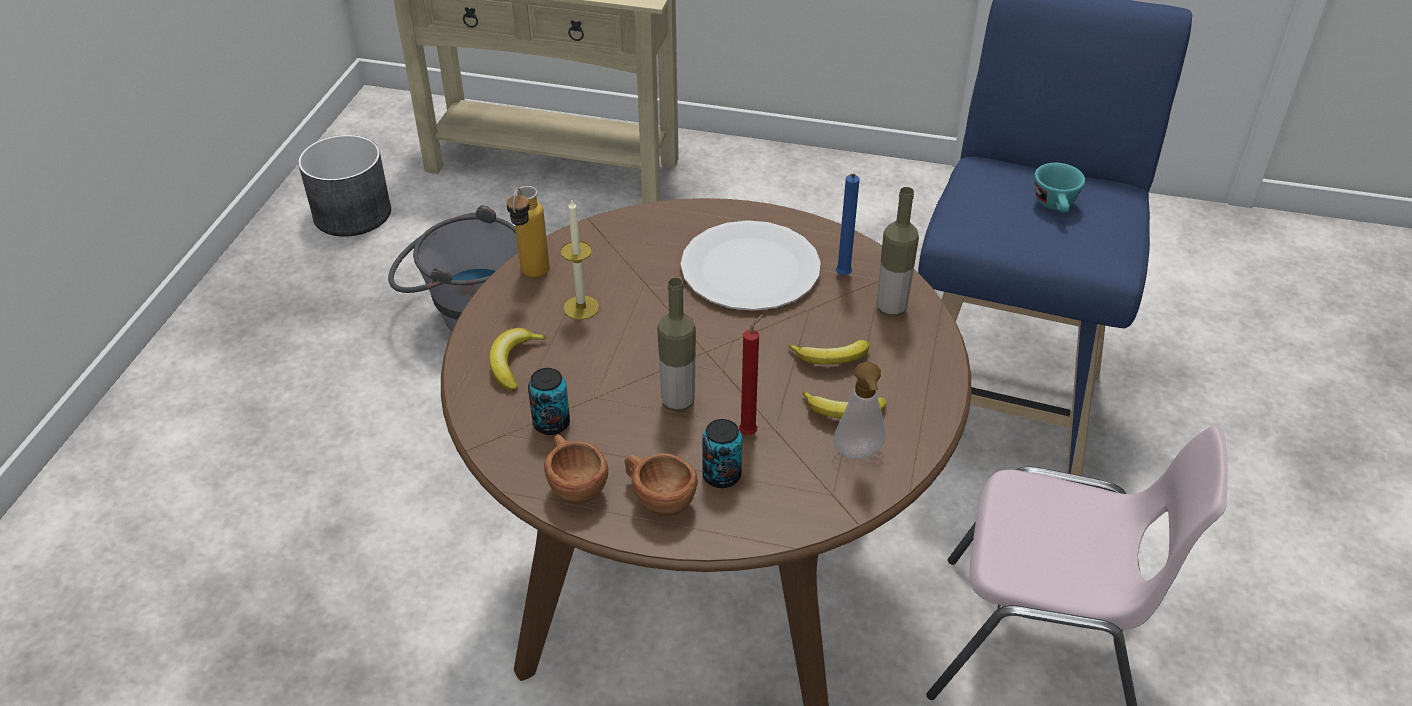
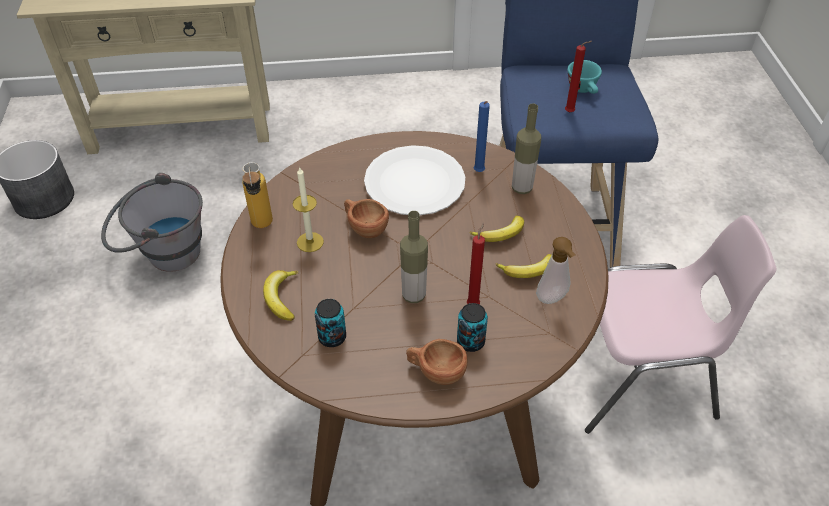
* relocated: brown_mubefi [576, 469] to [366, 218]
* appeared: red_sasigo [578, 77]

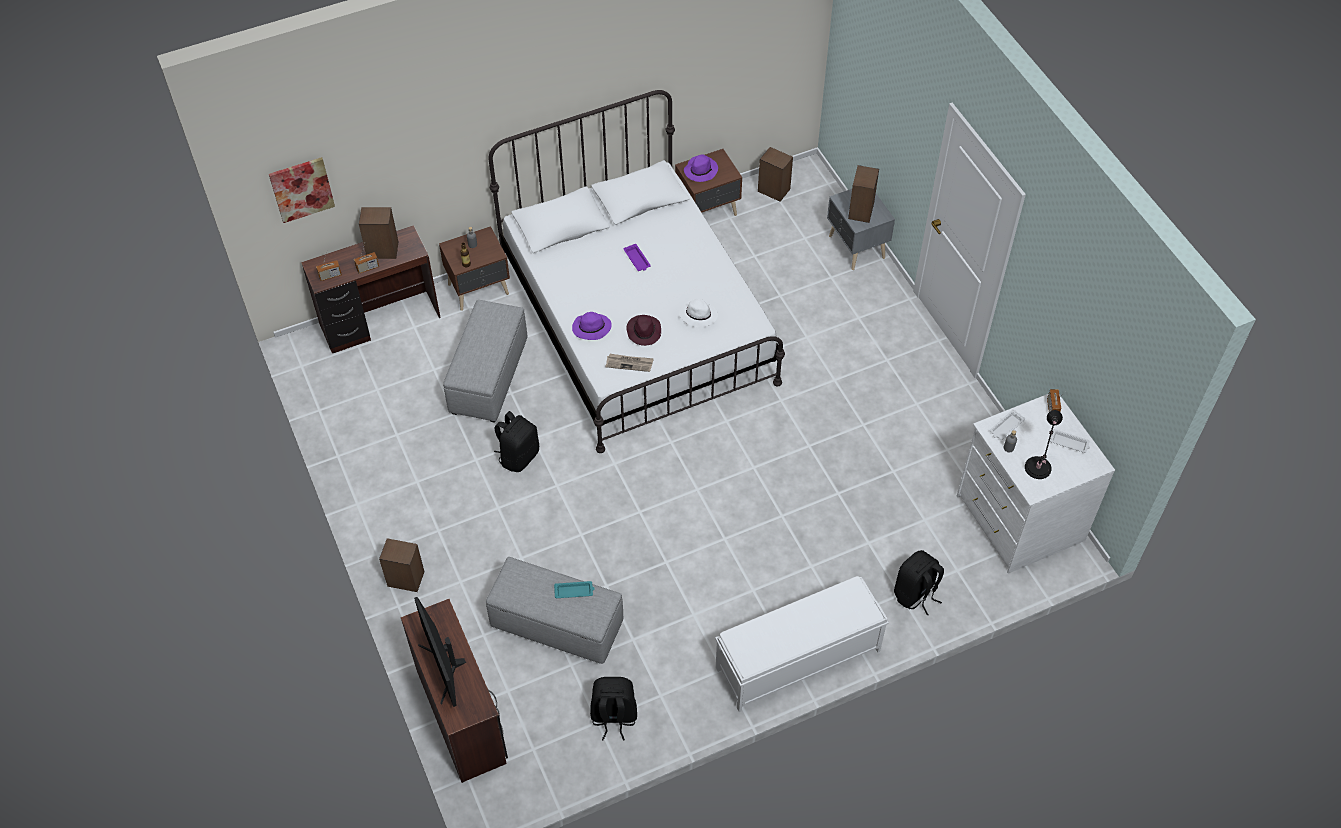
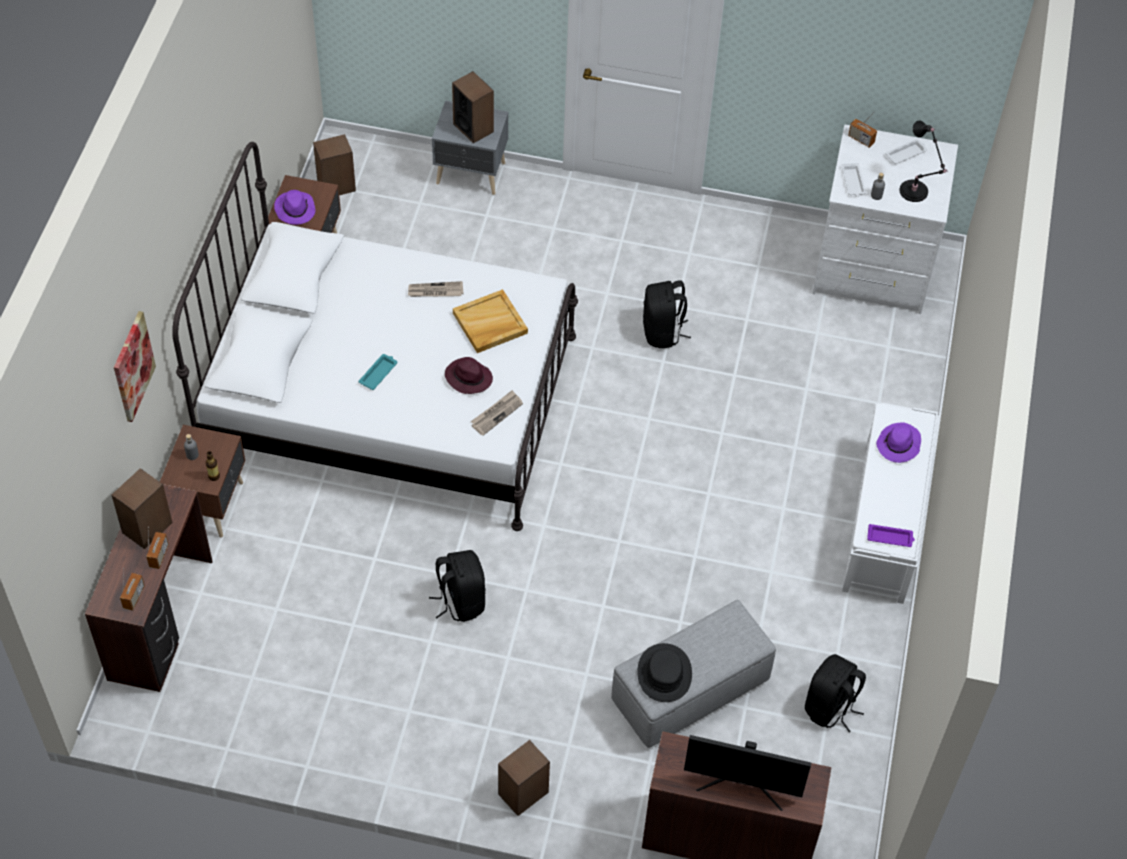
* relocated: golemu [302, 190] to [135, 366]
* relocated: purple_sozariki [637, 257] to [891, 535]
* exchanged: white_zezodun [698, 313] to beige_sozariki [490, 321]
* missing: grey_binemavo [485, 361]
* relocated: purple_zezodun [592, 326] to [898, 443]
* relocated: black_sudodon [919, 583] to [667, 314]
* relocated: turquoise_sozariki [574, 589] to [378, 372]
* appeared: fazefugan [436, 289]
* appeared: black_zezodun [664, 672]

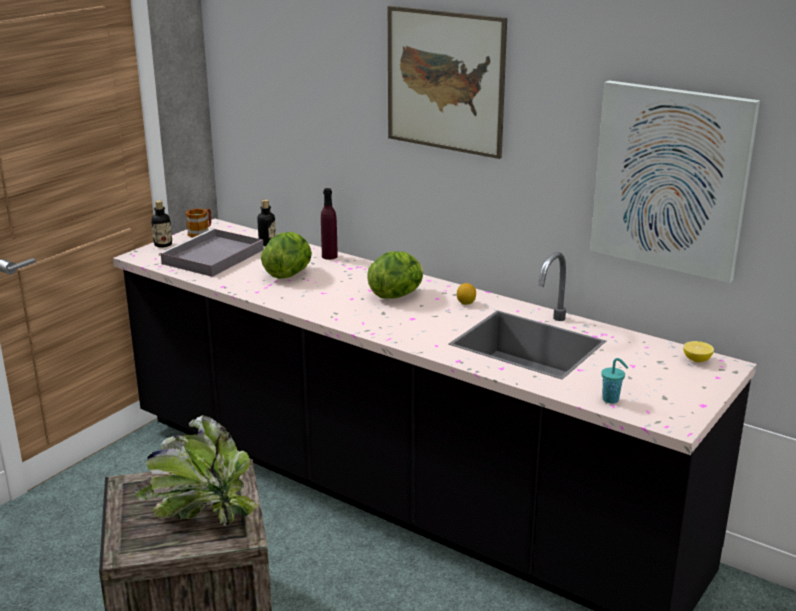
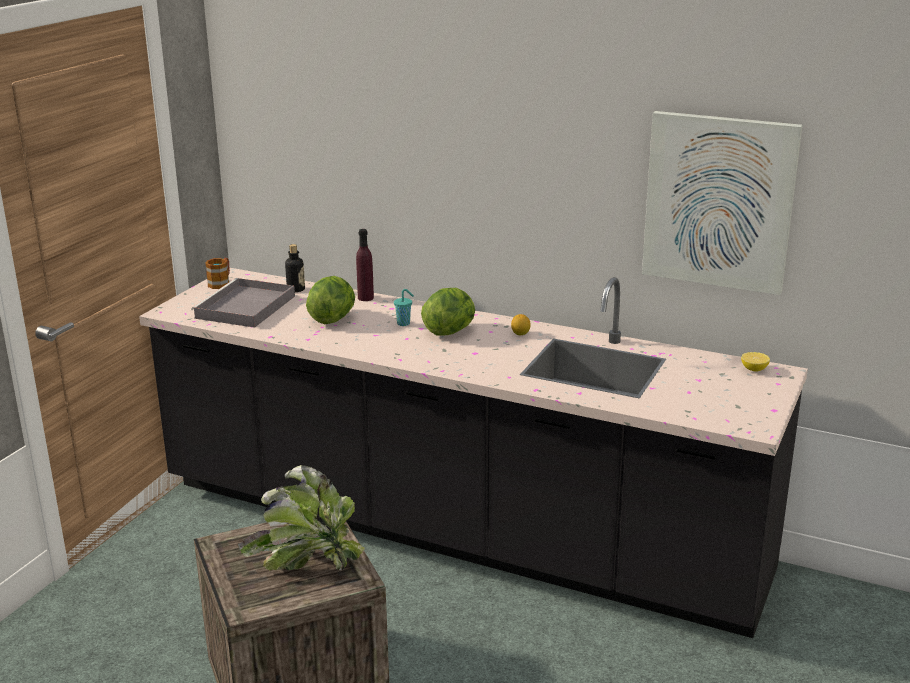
* missing: golemu [447, 82]
* missing: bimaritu [161, 224]
* relocated: turquoise_mubefi [614, 380] to [404, 307]

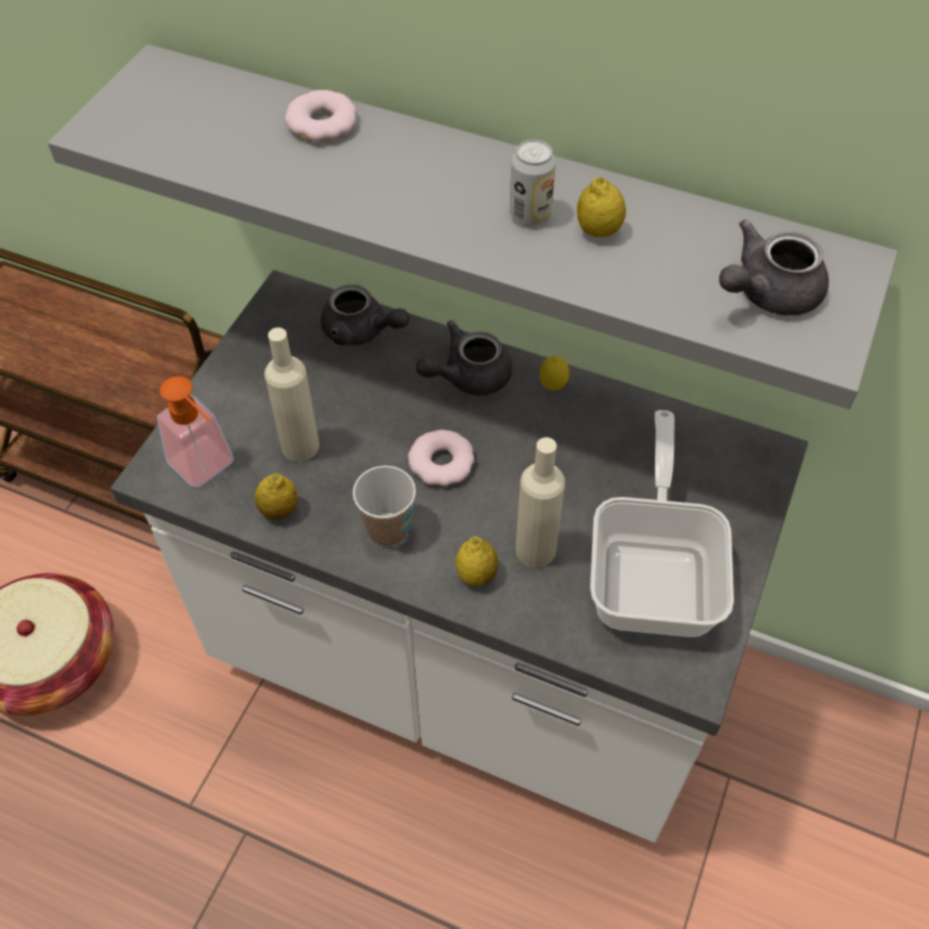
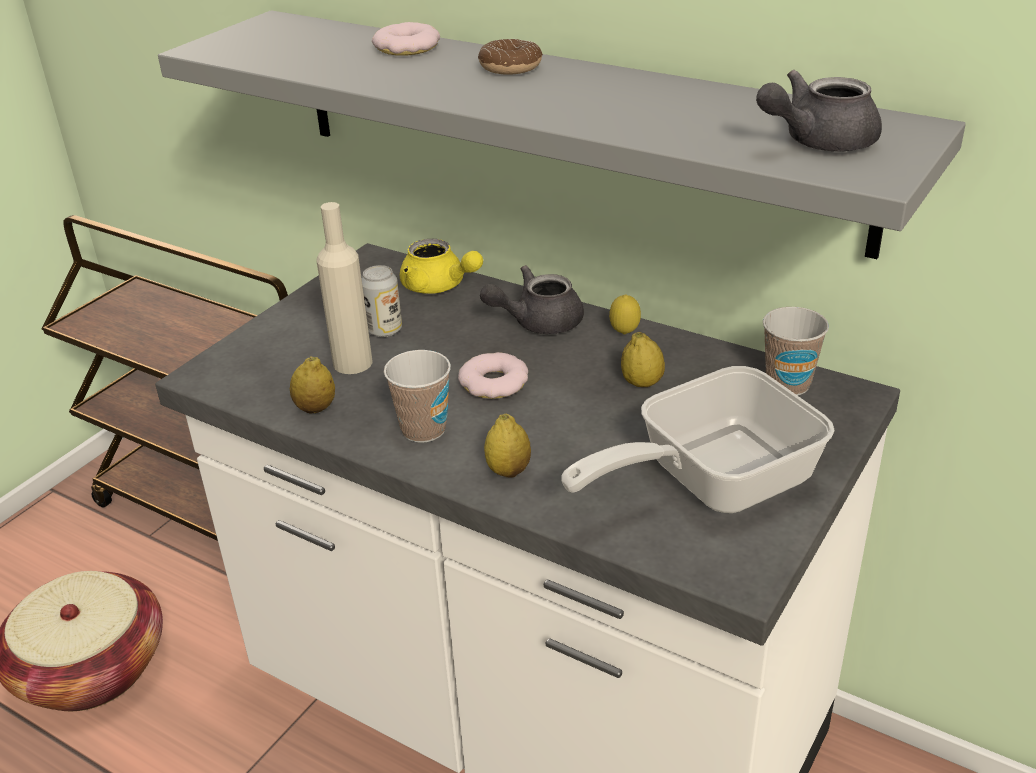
* relocated: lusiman [532, 182] to [382, 301]
* relocated: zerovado [601, 207] to [643, 359]
* colour: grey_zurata [365, 315] to yellow_zurata [441, 266]
* missing: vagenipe [195, 432]
* spun: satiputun [662, 523] = [698, 439] 135 degrees counterclockwise
* missing: beige_bimaritu [540, 502]
* appeared: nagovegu [510, 57]
* appeared: mubefi [796, 351]

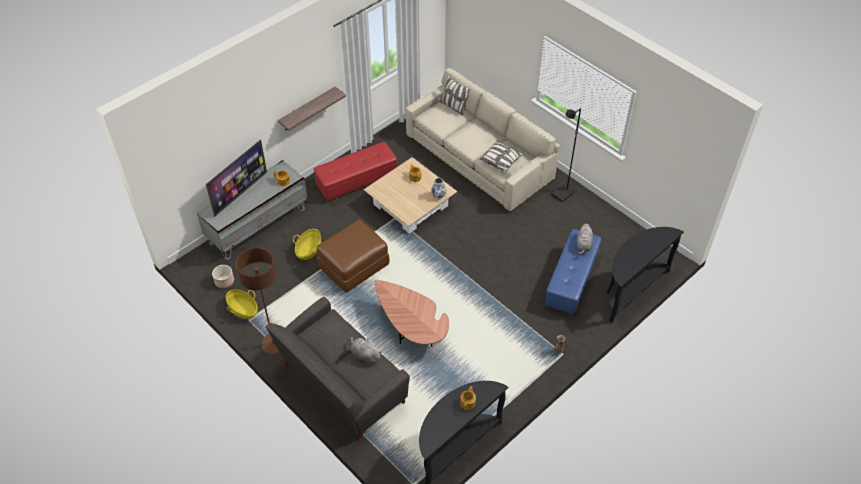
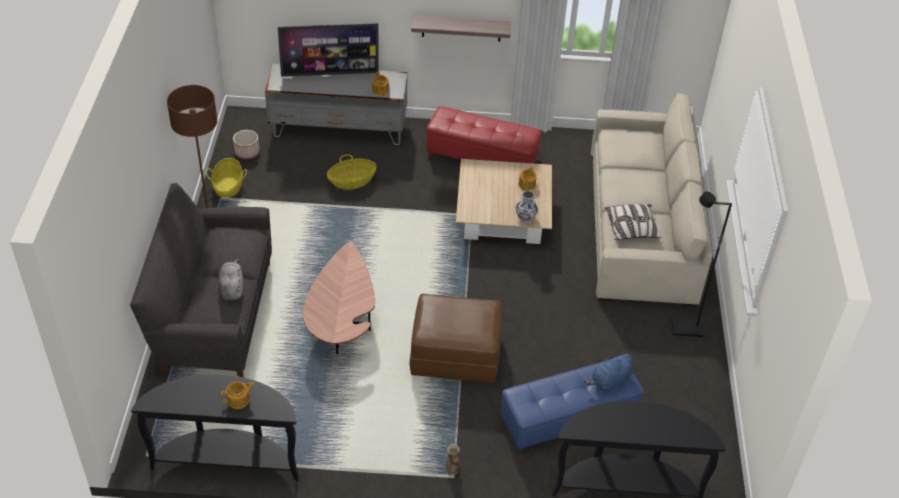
* missing: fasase [455, 95]
* relocated: brown_binemavo [353, 256] to [455, 338]
* colour: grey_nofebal [585, 239] to blue_nofebal [608, 372]

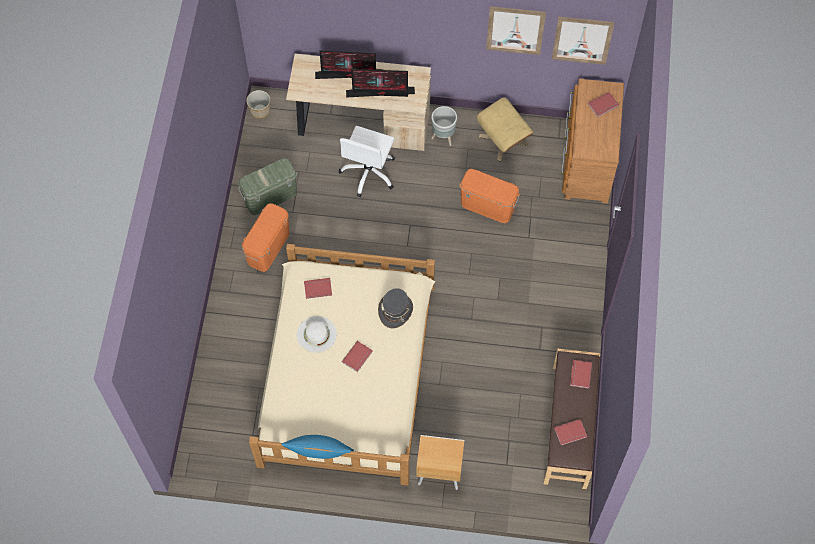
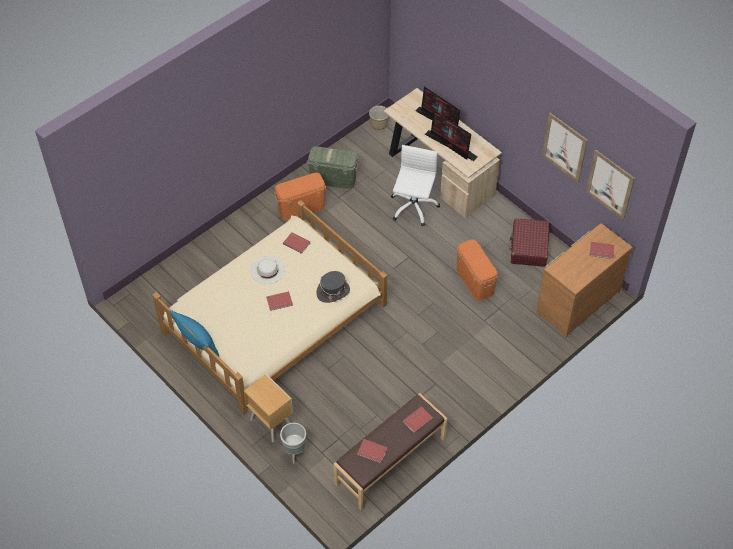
* exchanged: beige_binemavo [505, 129] to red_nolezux [529, 242]
* relocated: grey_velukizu [444, 126] to [293, 443]
* spun: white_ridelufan [367, 161] = [415, 185] 135 degrees clockwise

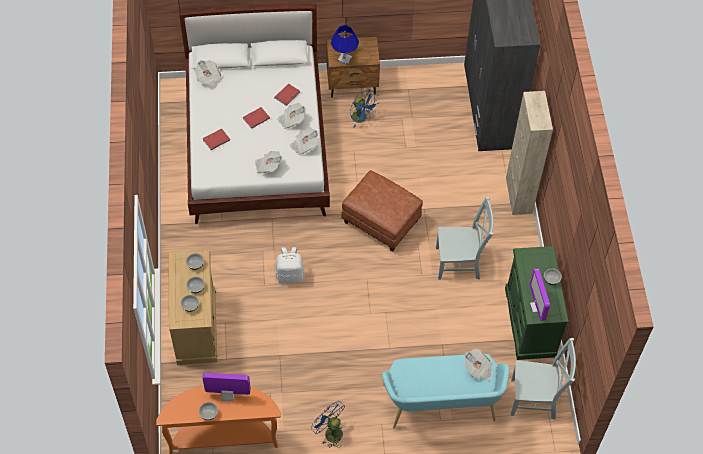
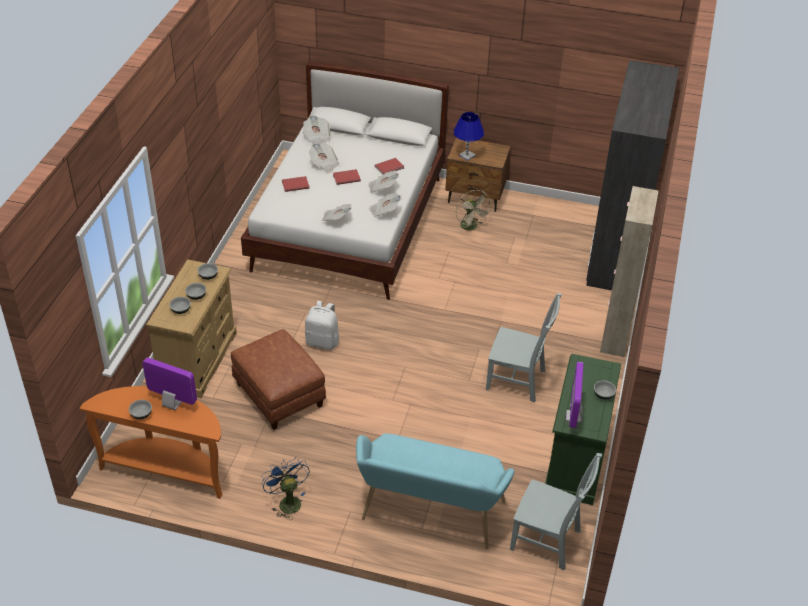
* colour: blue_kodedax [364, 108] to beige_kodedax [474, 211]
* relocated: brown_binemavo [382, 211] to [278, 379]
* relocated: fazefugan [479, 364] to [324, 158]

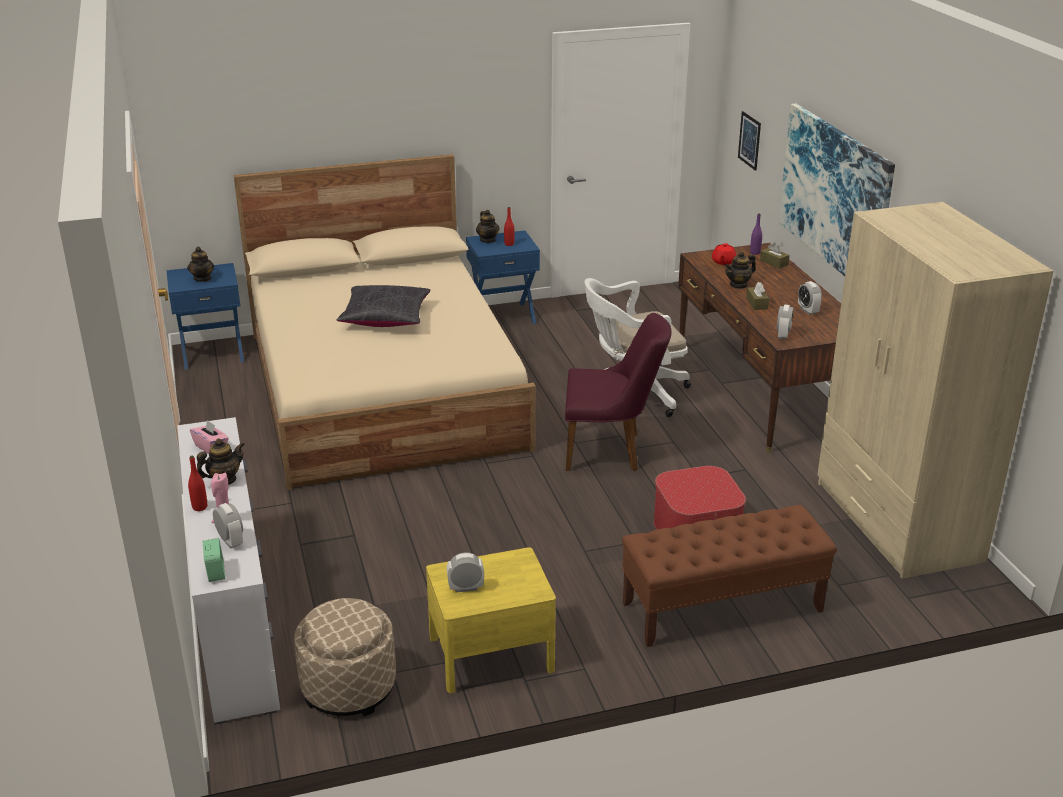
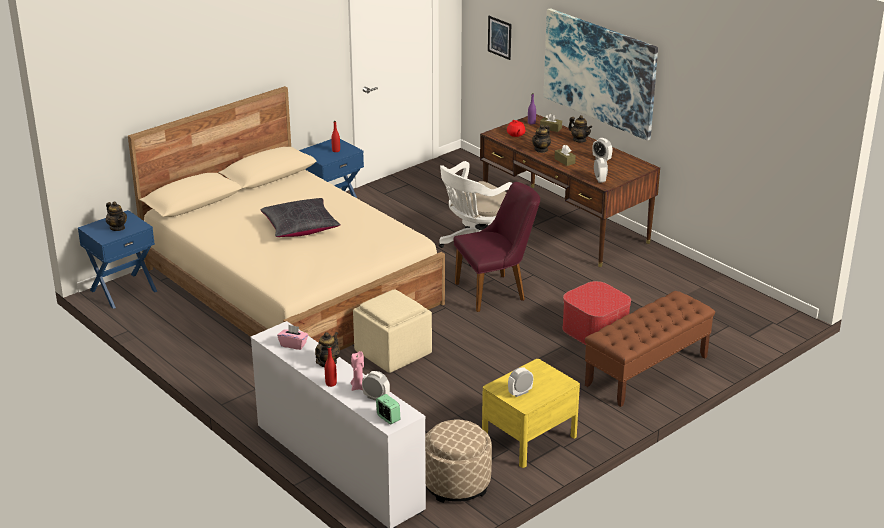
* missing: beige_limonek [935, 390]
* relocated: zurata [487, 226] to [580, 129]
* appeared: beige_binemavo [392, 331]

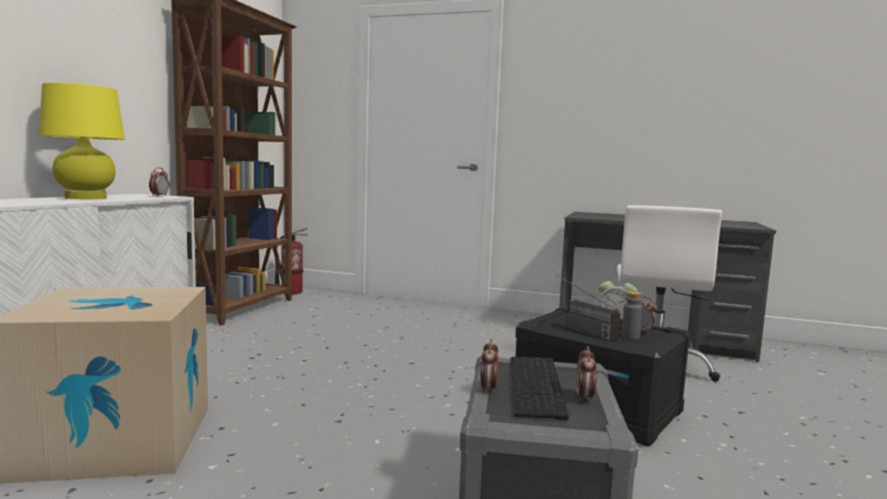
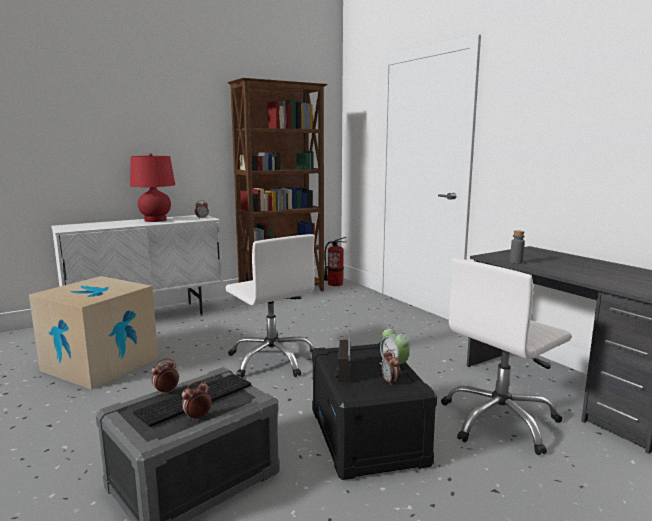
* colour: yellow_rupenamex [82, 140] to red_rupenamex [152, 187]
* relocated: grey_bimaritu [632, 315] to [517, 247]
* appeared: white_ridelufan [270, 306]

